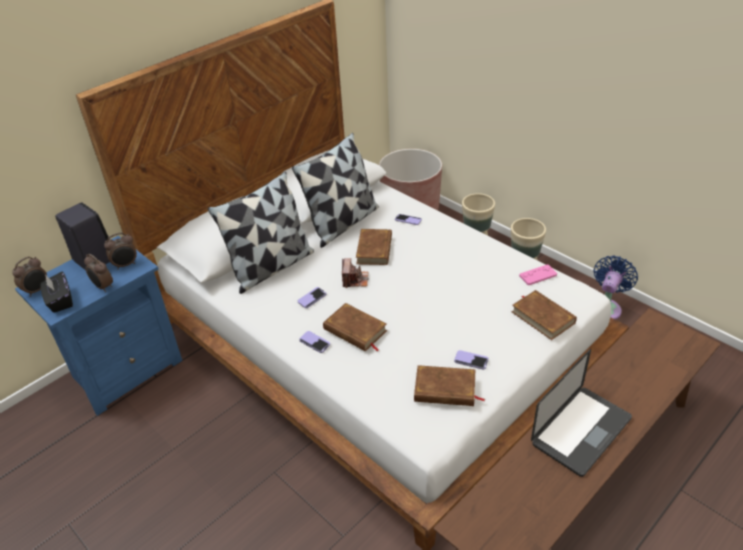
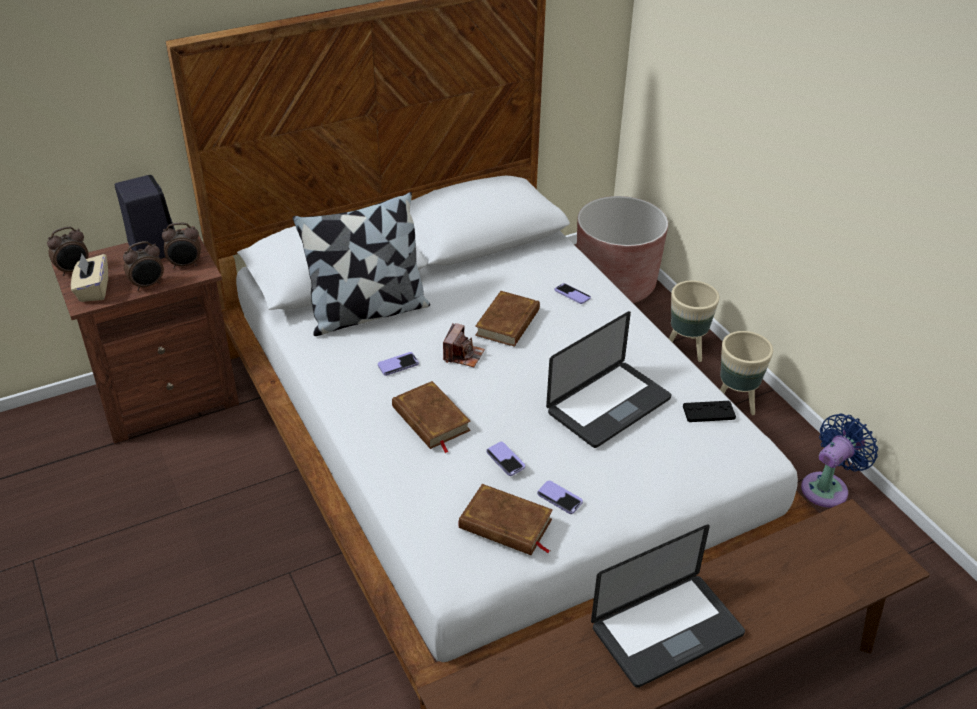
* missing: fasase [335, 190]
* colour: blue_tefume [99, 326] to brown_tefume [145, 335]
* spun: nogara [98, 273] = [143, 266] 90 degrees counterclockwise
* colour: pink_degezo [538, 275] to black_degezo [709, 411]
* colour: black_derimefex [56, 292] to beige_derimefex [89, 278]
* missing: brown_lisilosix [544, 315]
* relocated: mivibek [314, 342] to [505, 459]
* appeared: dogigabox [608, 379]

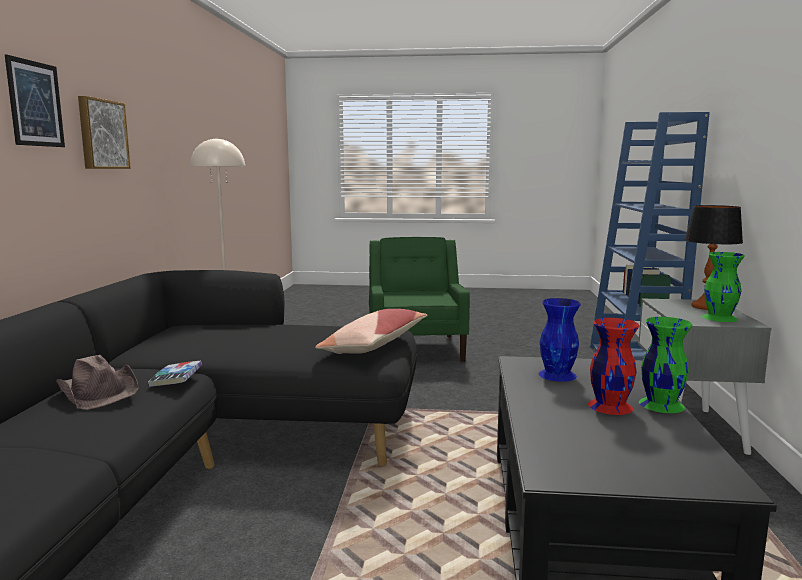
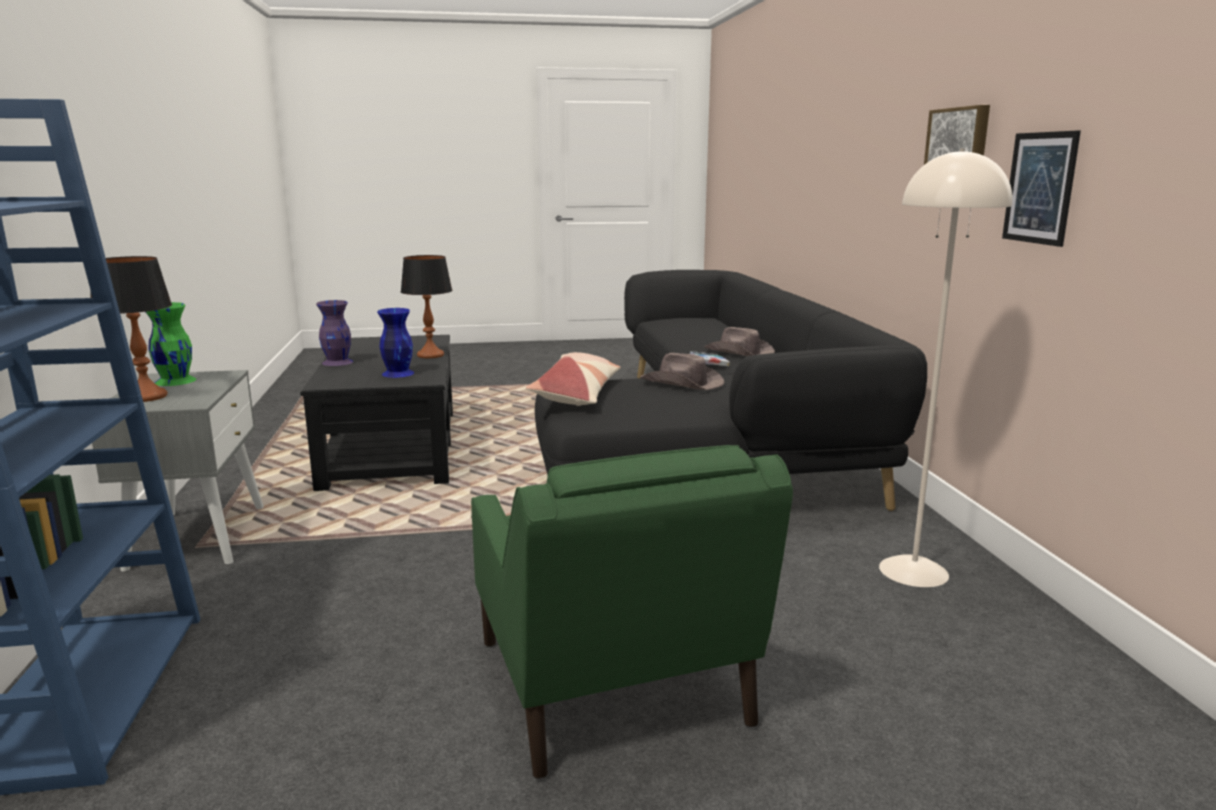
* relocated: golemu [35, 100] to [1041, 188]
* colour: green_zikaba [666, 365] to purple_zikaba [334, 333]
* missing: red_zikaba [613, 366]
* appeared: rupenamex [426, 306]
* appeared: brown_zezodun [682, 371]

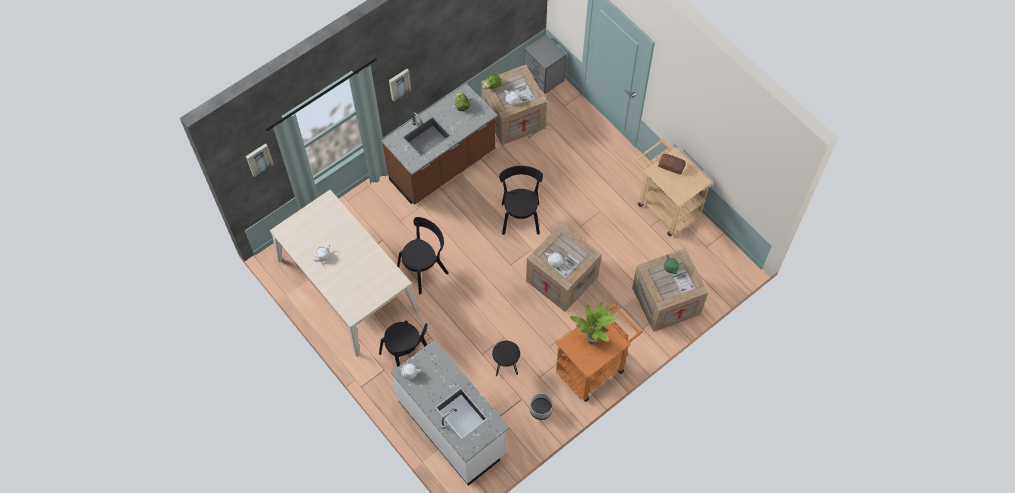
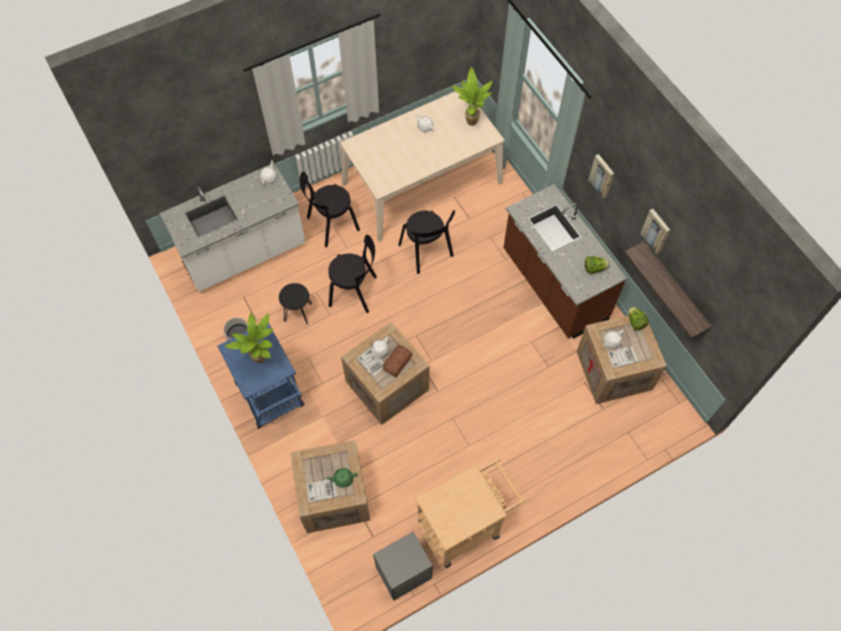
* relocated: grey_tefume [545, 64] to [403, 565]
* relocated: golemu [260, 160] to [655, 231]
* relocated: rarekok [672, 164] to [398, 361]
* relocated: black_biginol [521, 200] to [352, 273]
* colour: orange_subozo [599, 352] to blue_subozo [261, 375]
* appeared: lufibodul [472, 96]
* appeared: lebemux [668, 290]

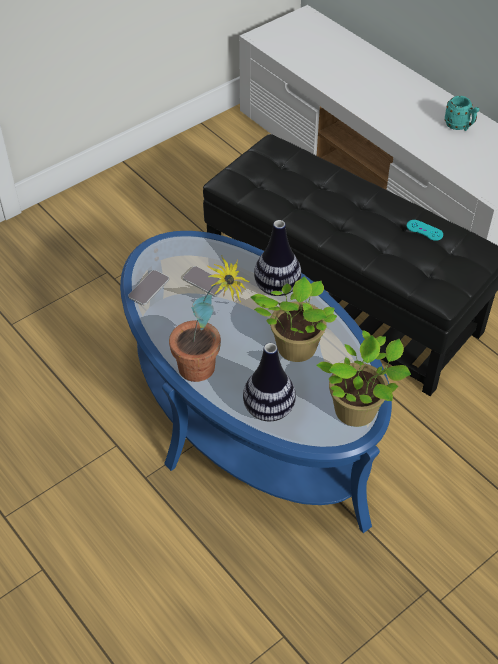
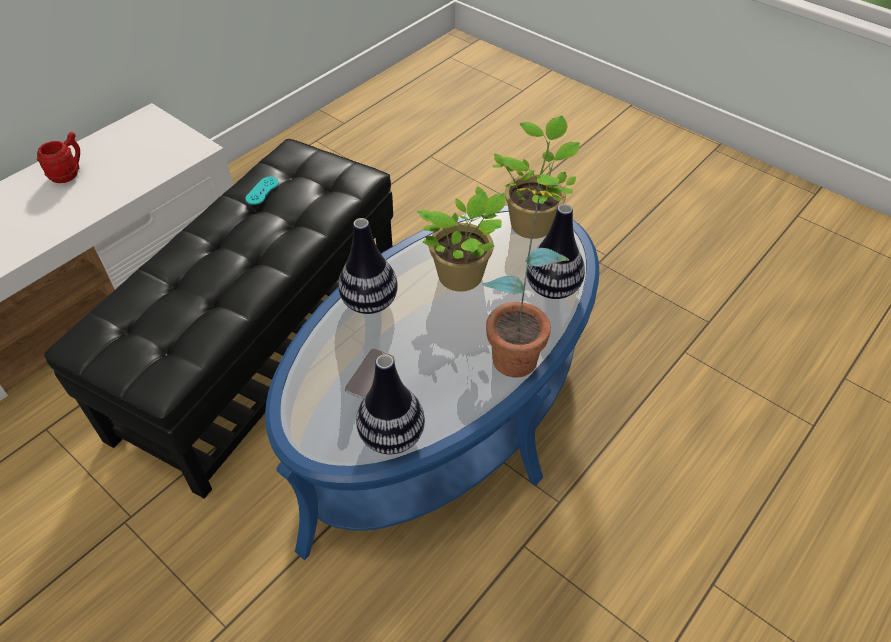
* colour: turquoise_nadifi [462, 113] to red_nadifi [58, 157]
* exchanged: mivibek [148, 287] to zikaba [390, 404]

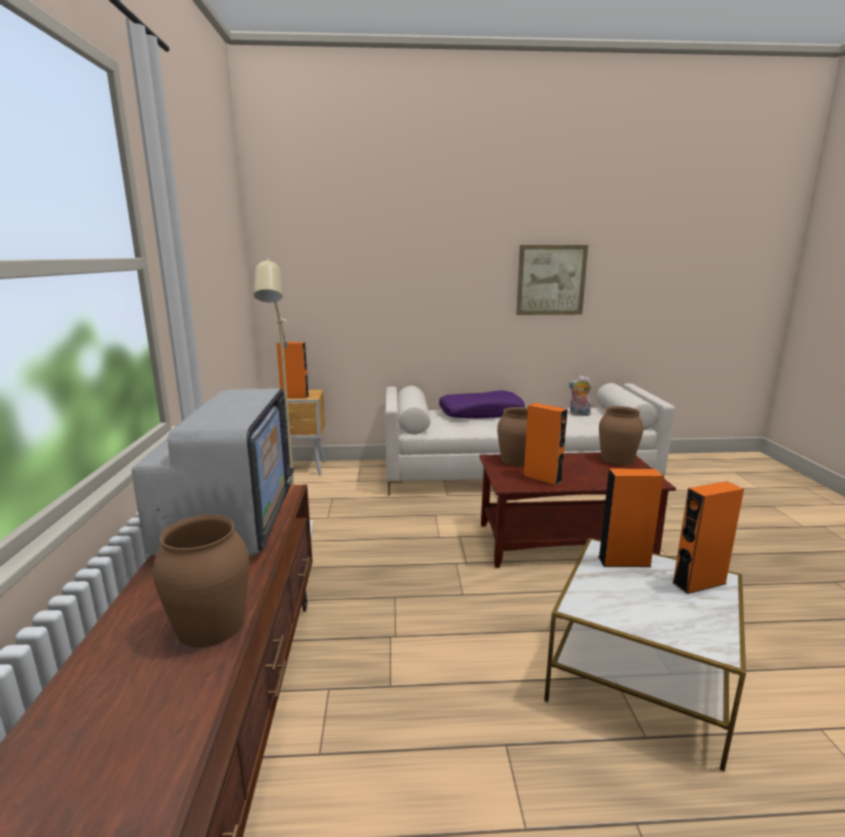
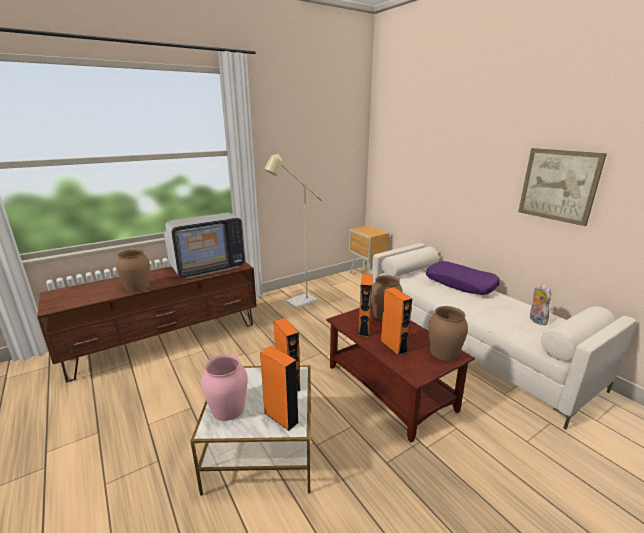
* relocated: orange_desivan [293, 370] to [396, 321]
* appeared: pink_zikaba [224, 387]

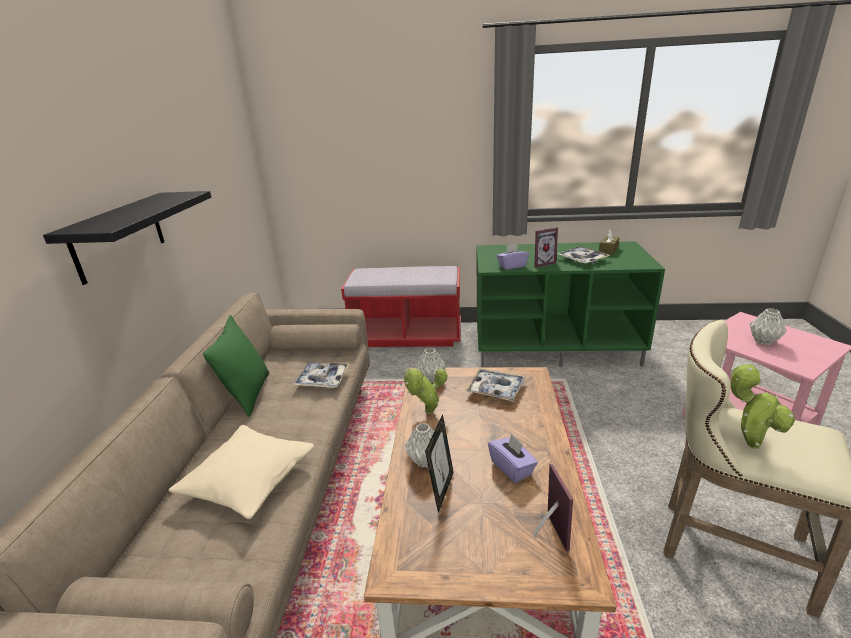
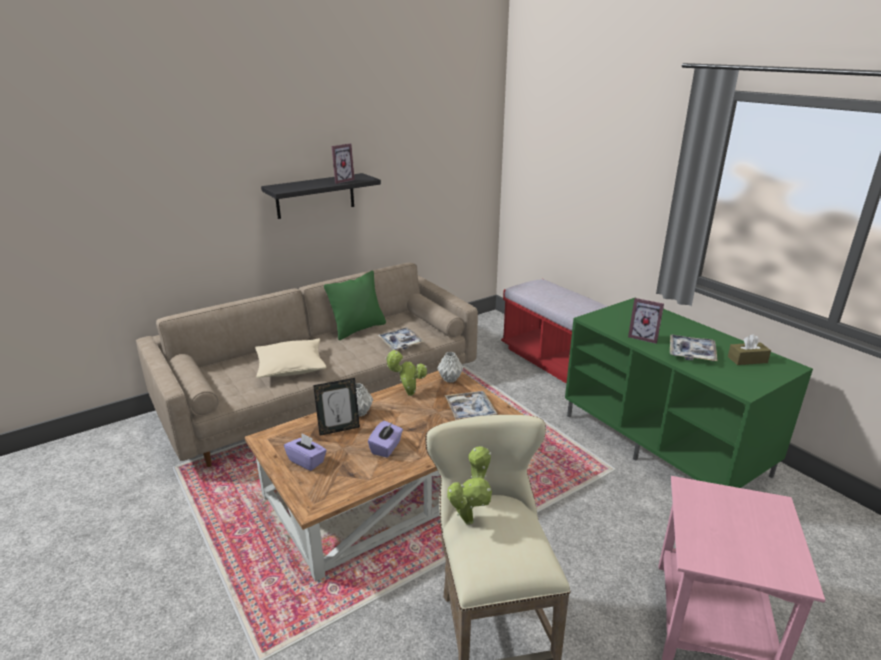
* relocated: purple_derimefex [513, 257] to [305, 452]
* missing: grey_zikaba [768, 326]
* relocated: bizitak [553, 508] to [343, 163]

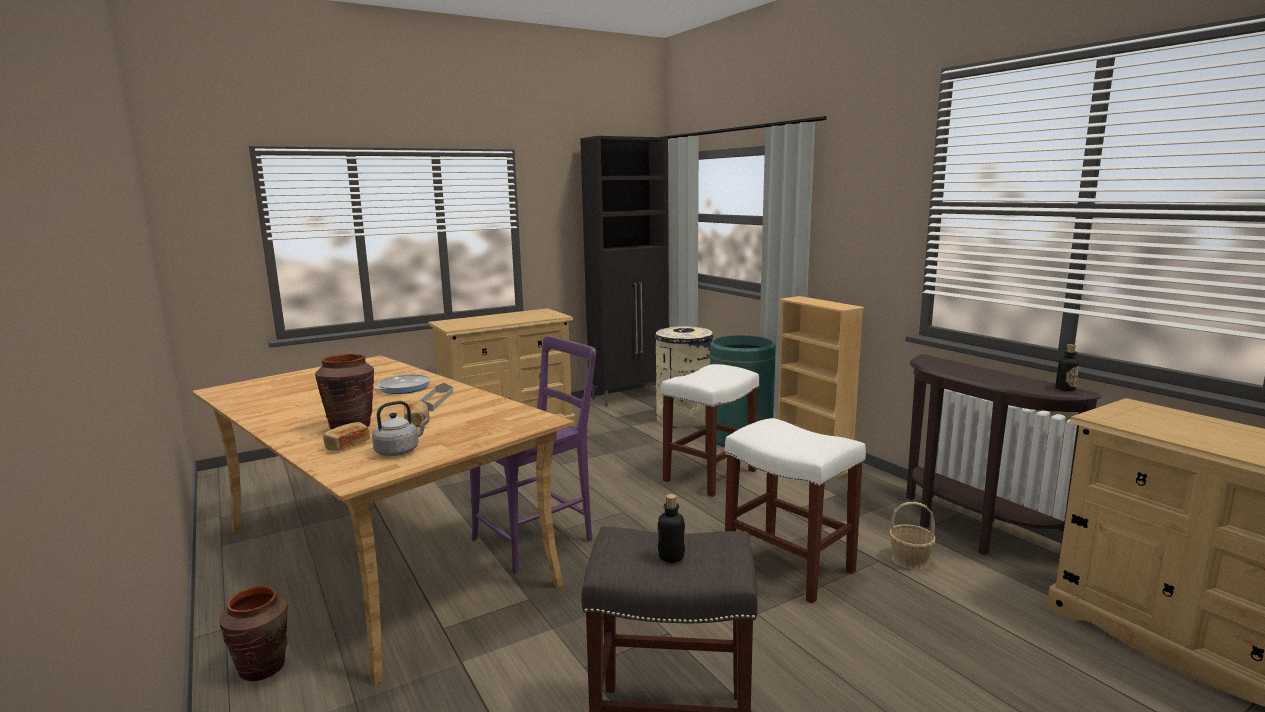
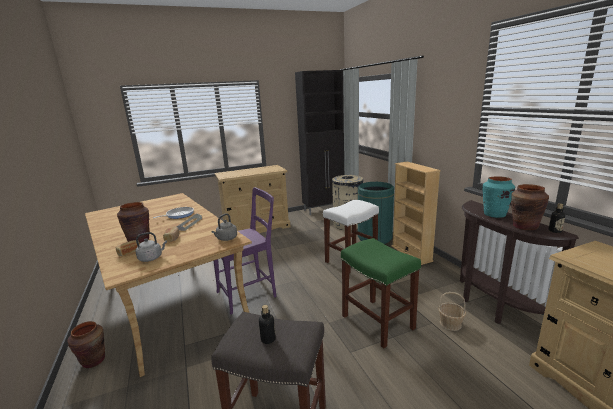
* colour: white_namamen [795, 510] to green_namamen [381, 293]
* appeared: turquoise_zikaba [499, 197]
* appeared: brown_zikaba [530, 207]
* appeared: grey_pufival [224, 227]

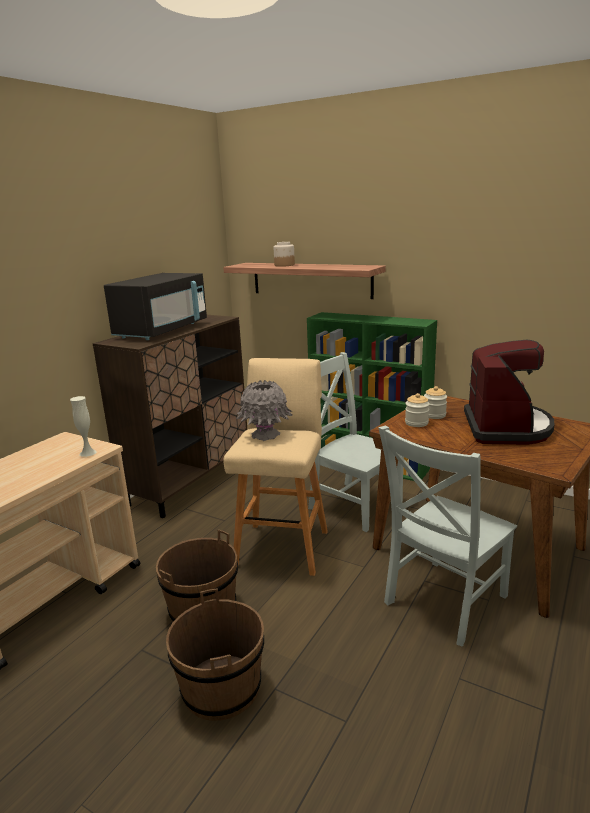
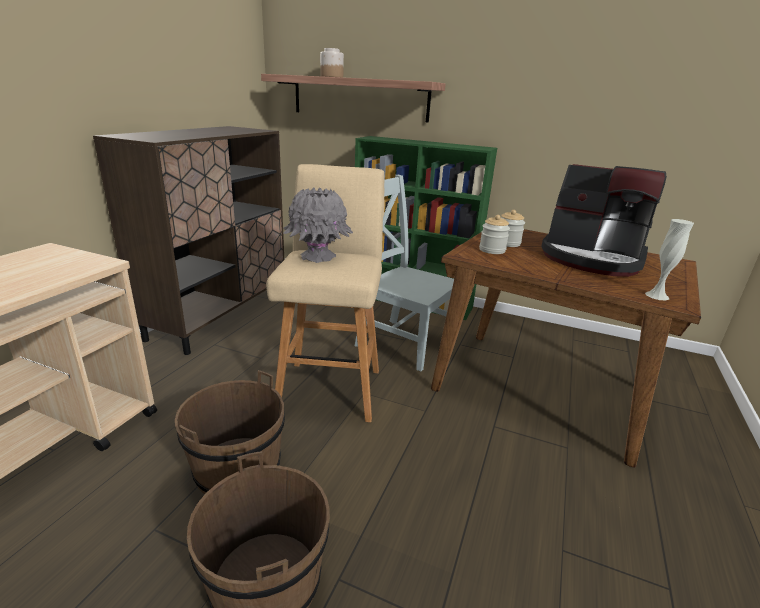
* missing: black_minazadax [155, 306]
* spun: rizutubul [509, 392] = [604, 220] 120 degrees clockwise
* relocated: white_zikaba [83, 426] to [669, 260]
* missing: grey_biginol [447, 536]

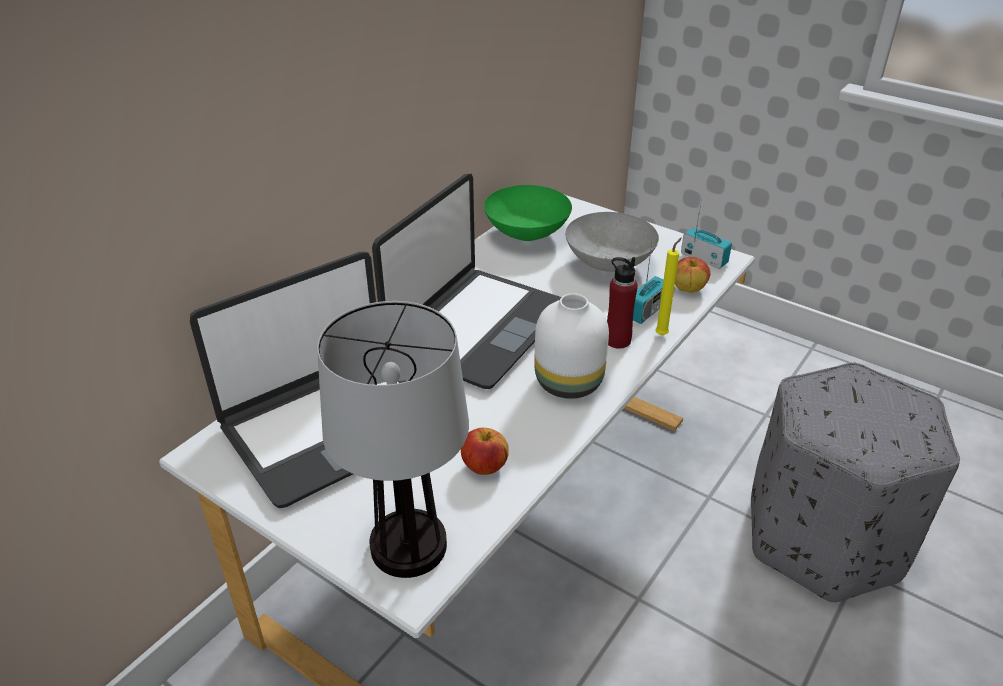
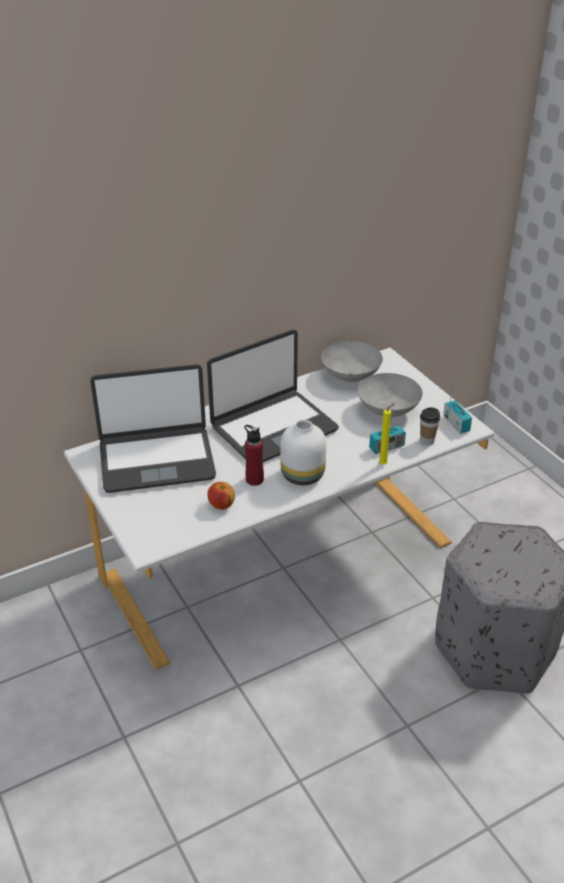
* colour: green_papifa [528, 213] to grey_papifa [352, 361]
* relocated: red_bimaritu [622, 303] to [254, 455]
* exchanged: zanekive [692, 275] to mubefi [430, 426]
* missing: rupenamex [393, 439]

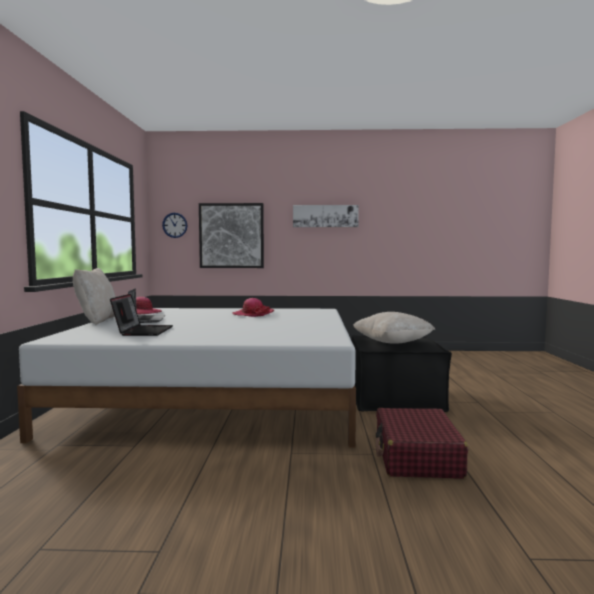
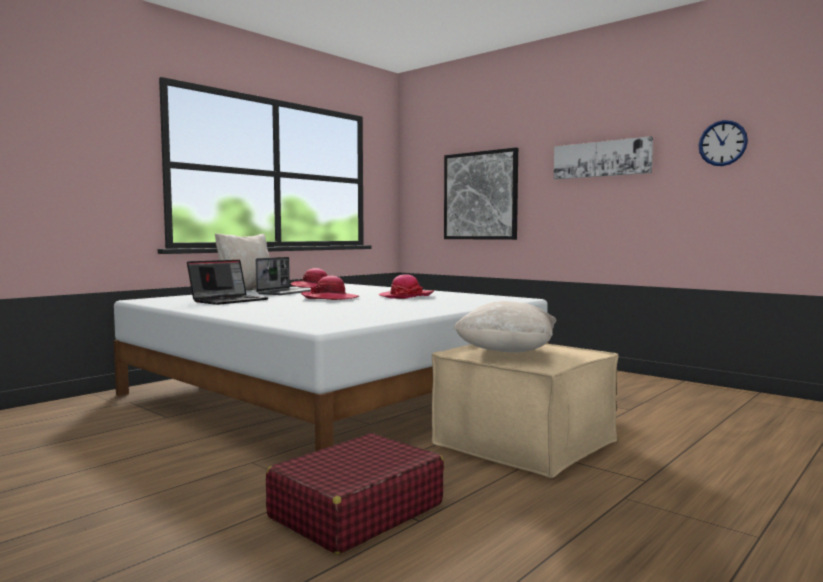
* relocated: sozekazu [175, 225] to [723, 143]
* colour: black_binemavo [401, 373] to beige_binemavo [525, 410]
* appeared: zezodun [330, 288]

